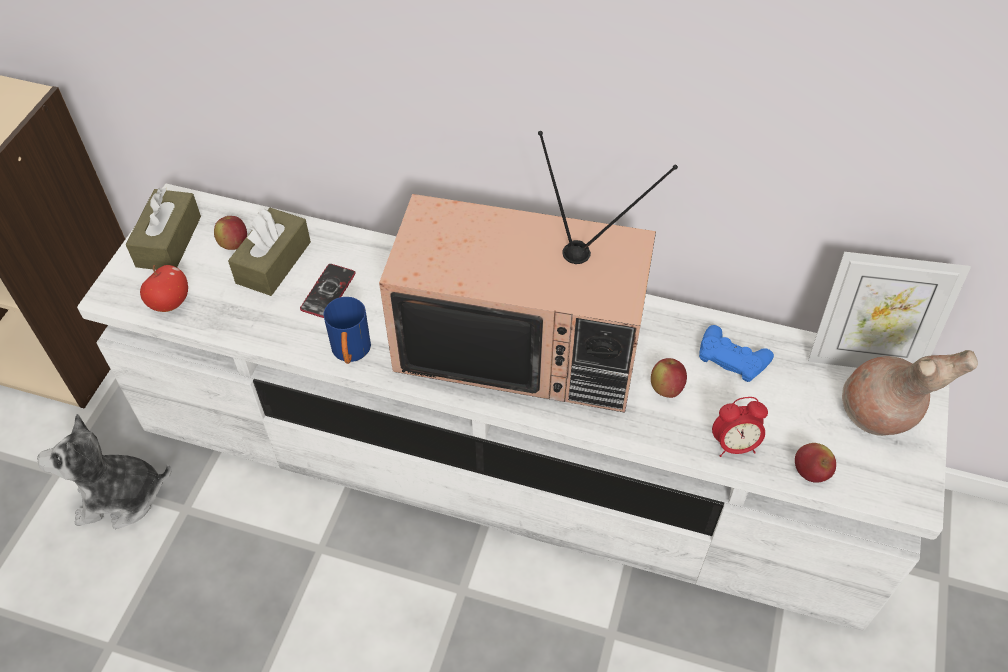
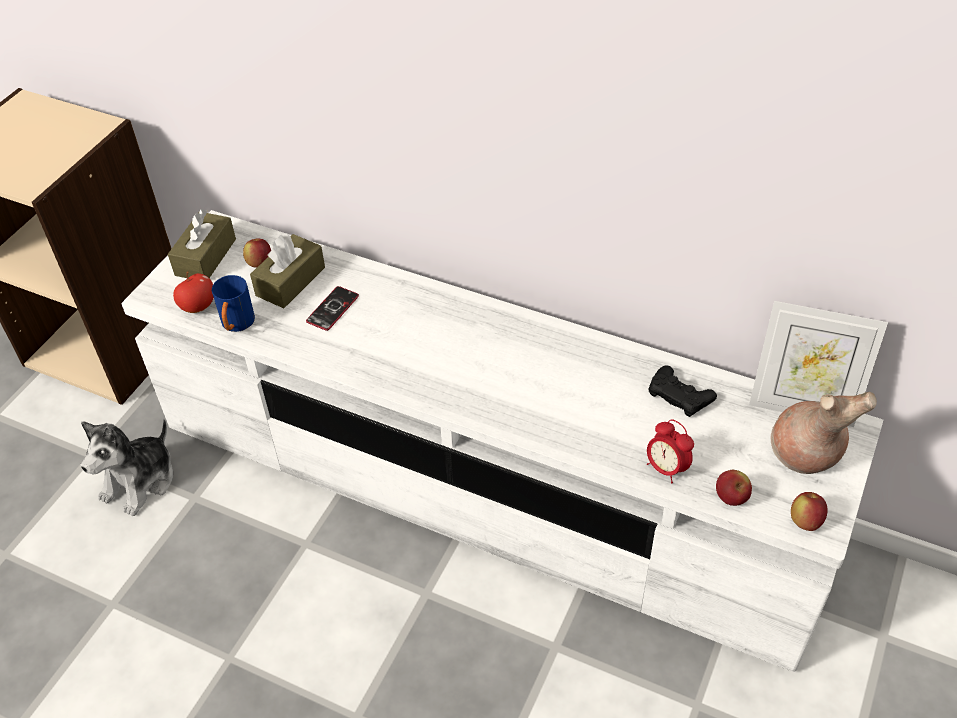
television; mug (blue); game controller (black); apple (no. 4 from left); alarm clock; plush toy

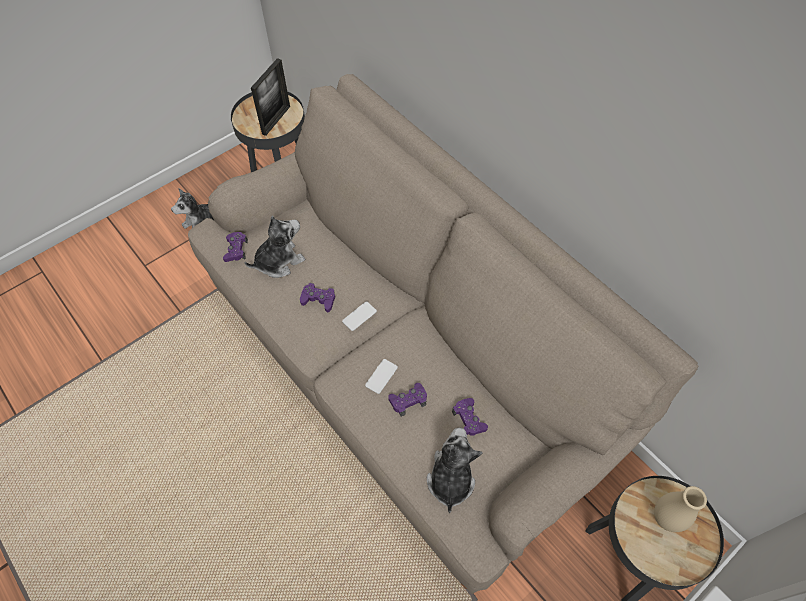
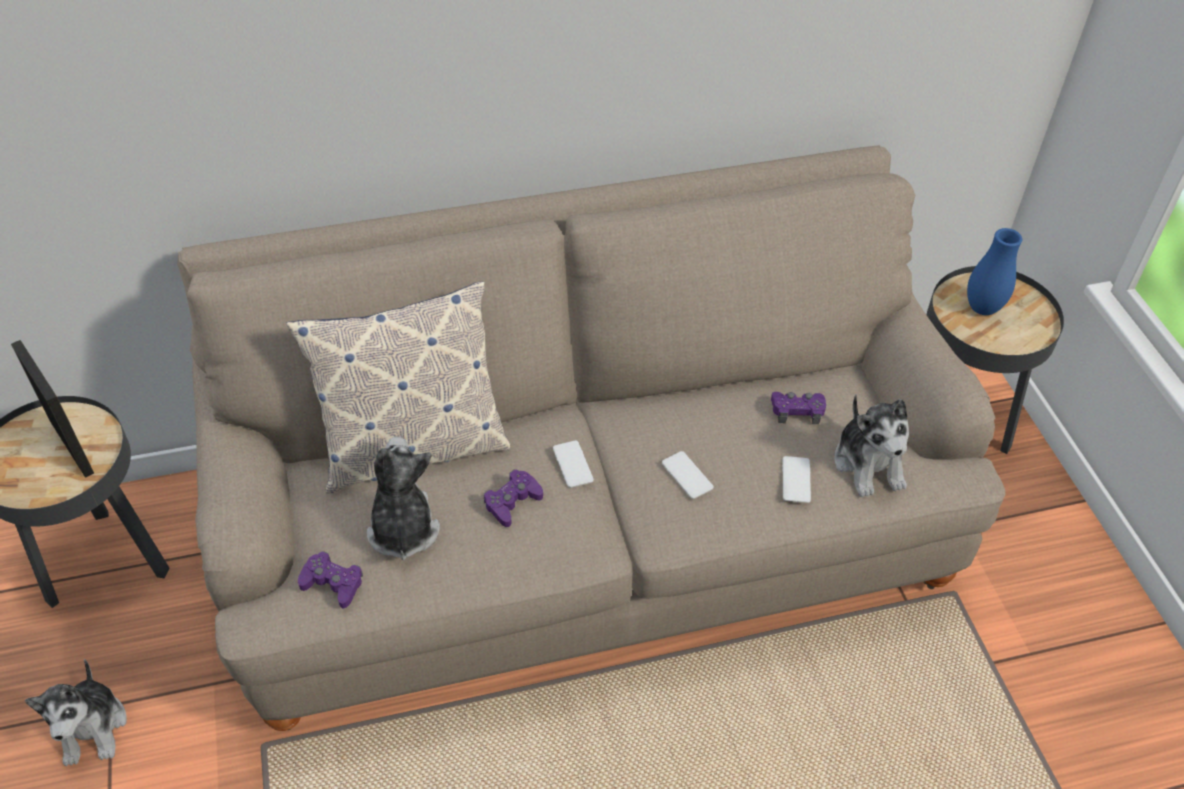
game controller (purple) (no. 3 from left in the first image); plush toy (no. 3 from left); vase (blue); pillow; phone (no. 3 from left)

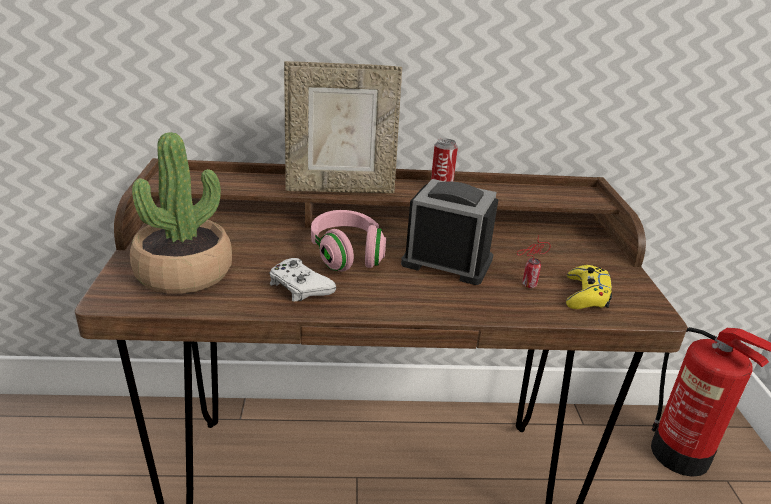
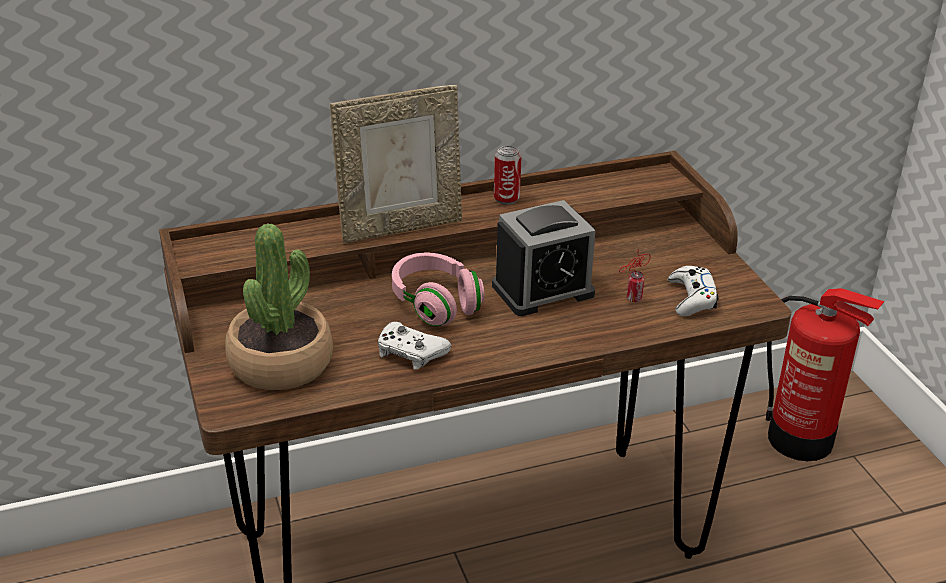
alarm clock; game controller (white) (no. 2 from left)

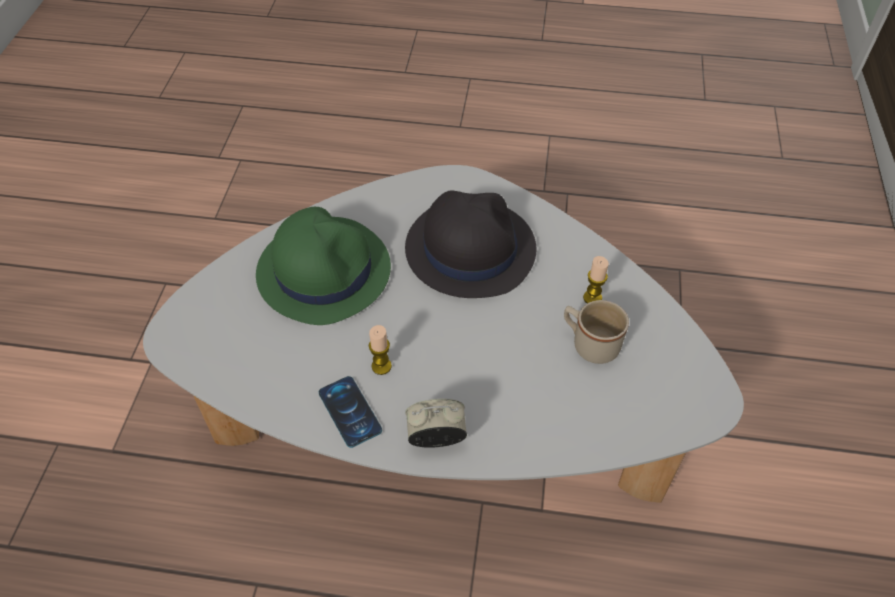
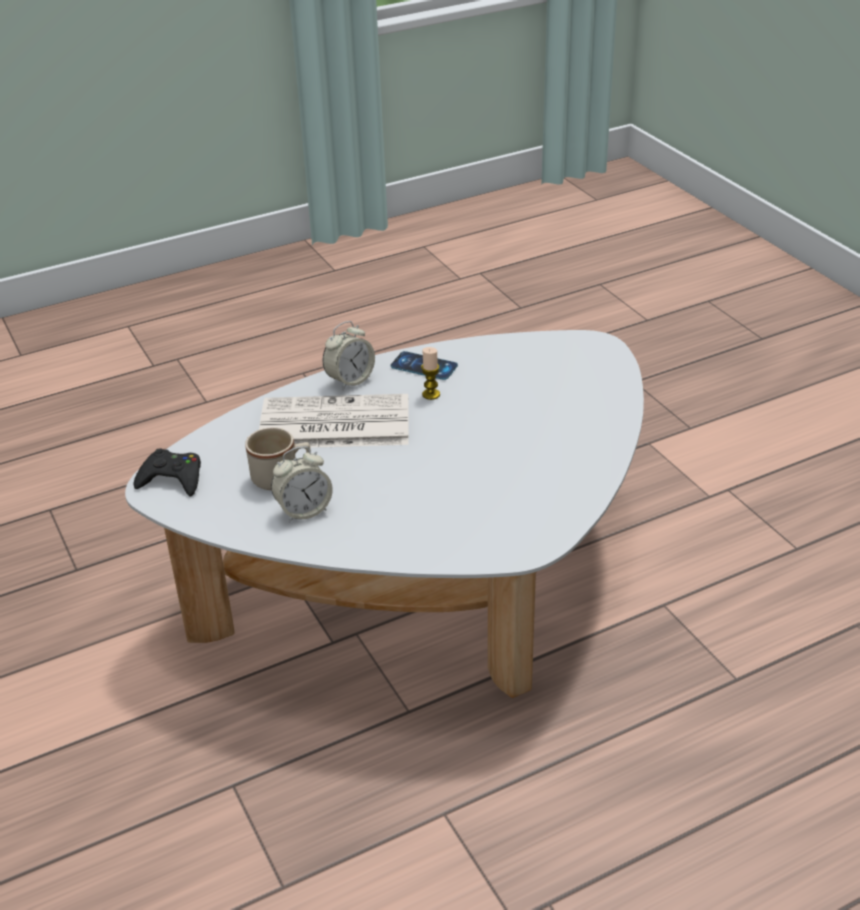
hat (black); hat (green); alarm clock (no. 1 from left); newspaper; game controller (black)

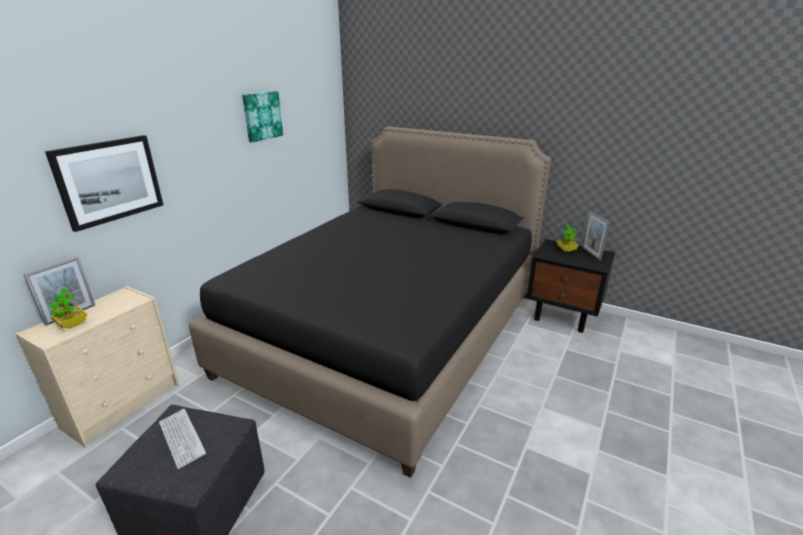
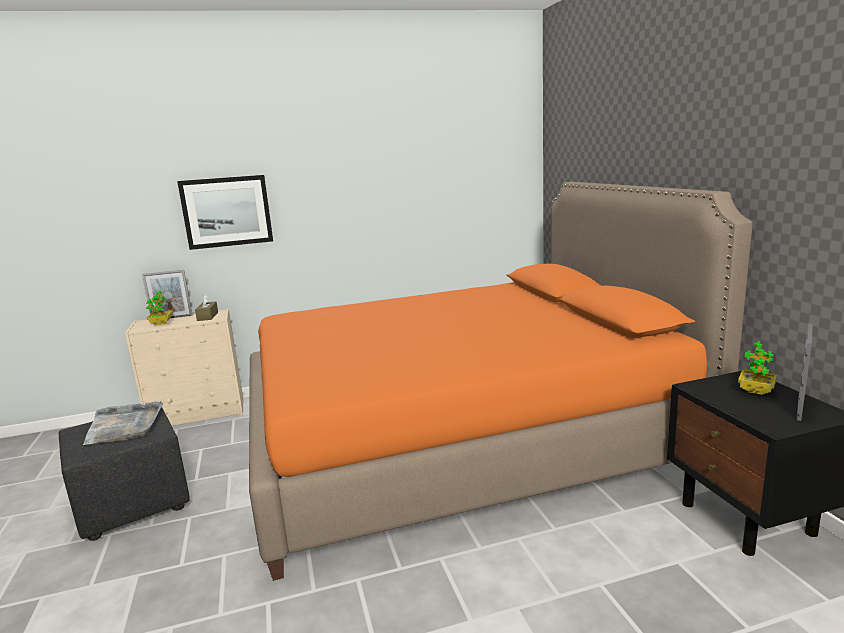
picture (no. 2 from left in the first image); bed (orange); tray (grey); tissue box (brown)

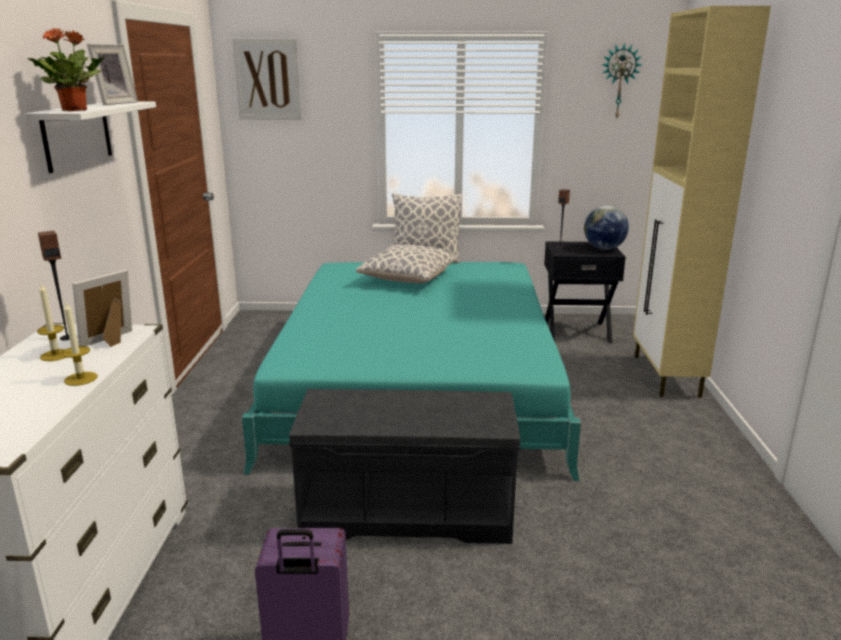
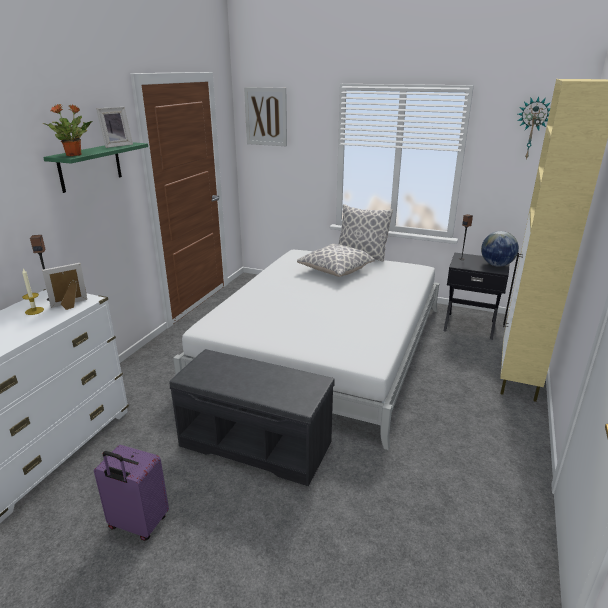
shelf (green); bed (white); candle (no. 2 from left in the first image)

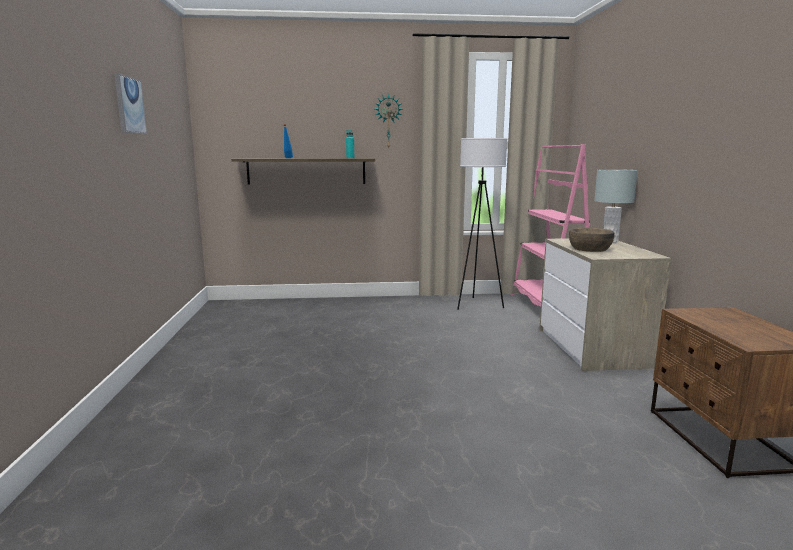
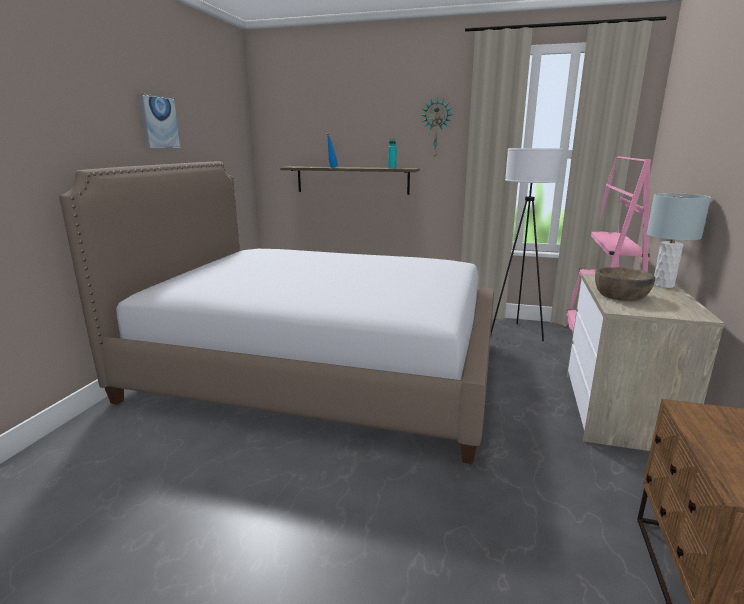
bed

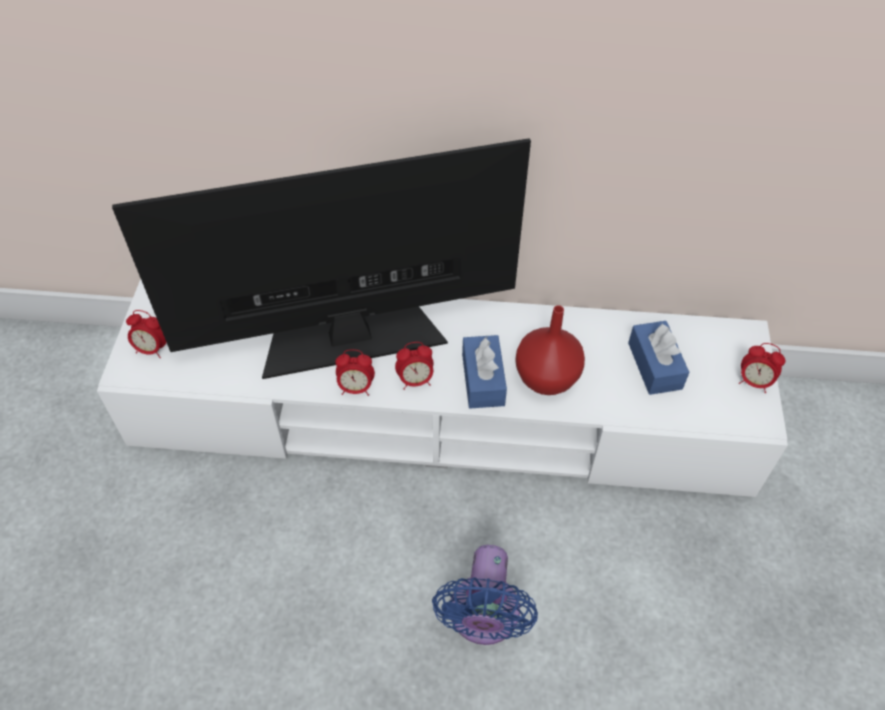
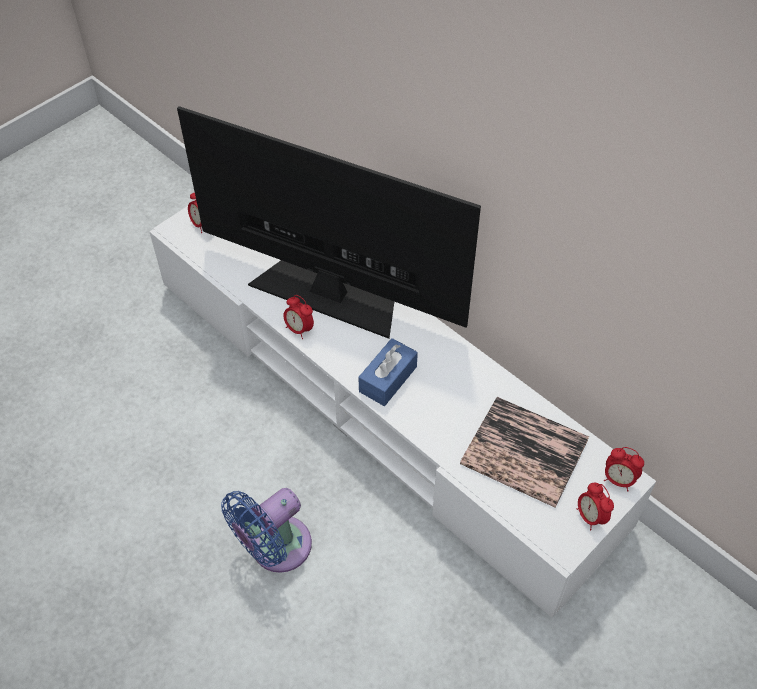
vase (red); book; alarm clock (no. 4 from left)

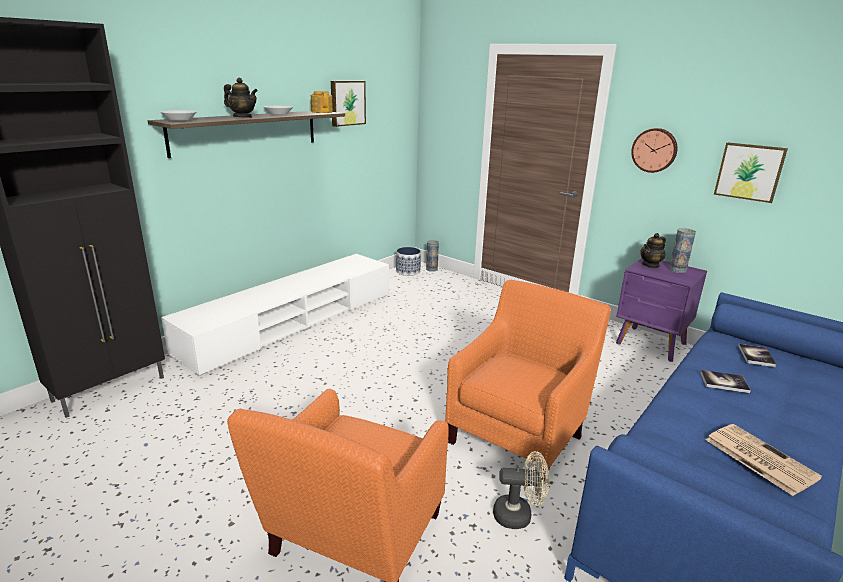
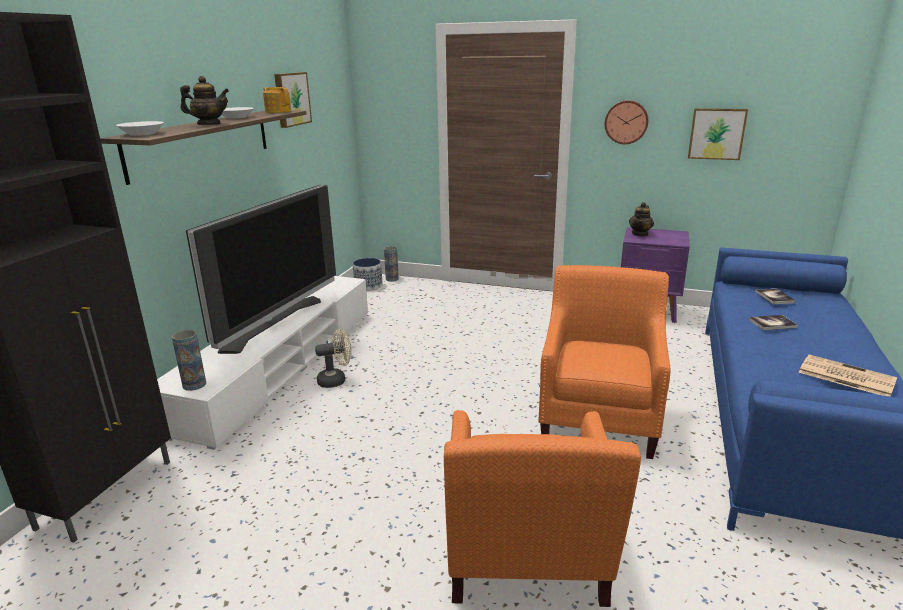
vase (no. 1 from left); fan (beige); television

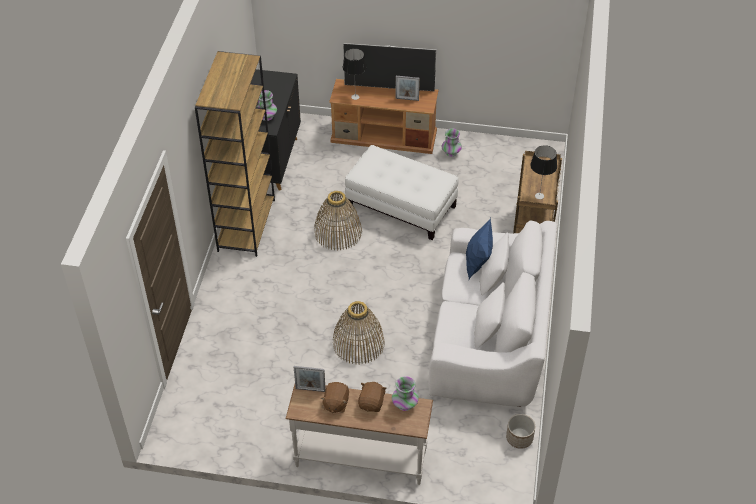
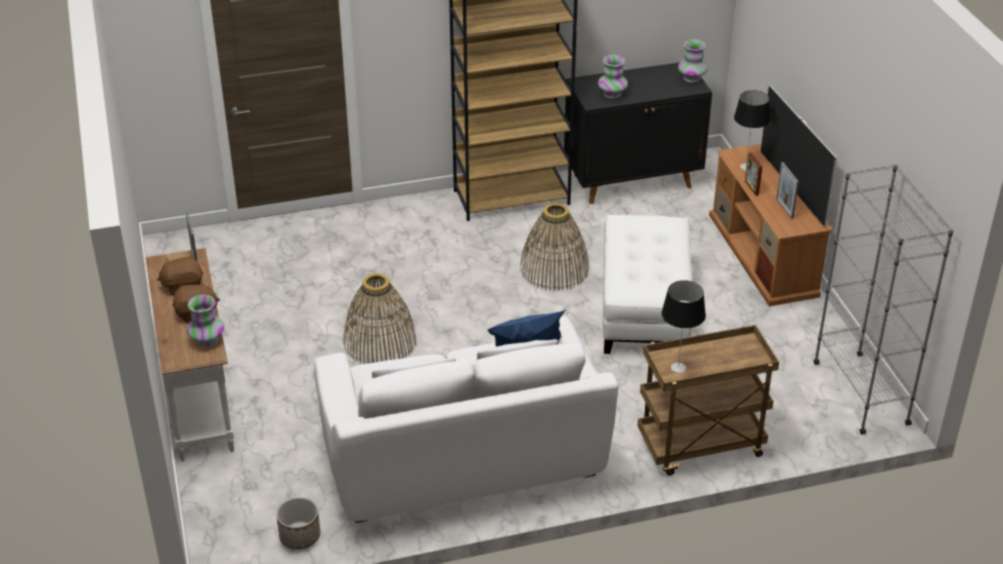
vase (no. 3 from left); picture frame (no. 2 from left); bookcase (grey)

